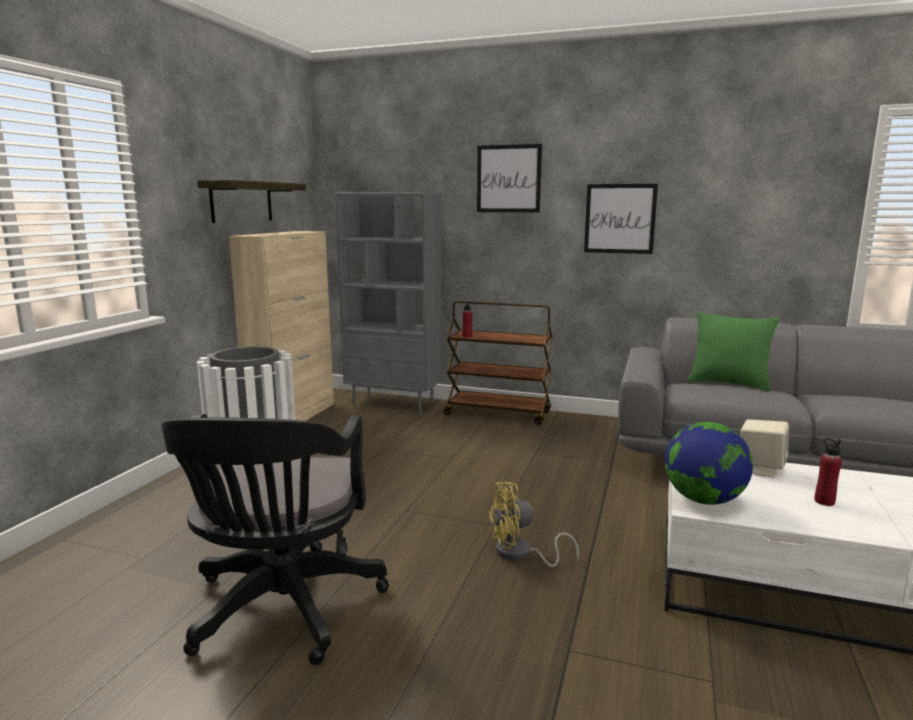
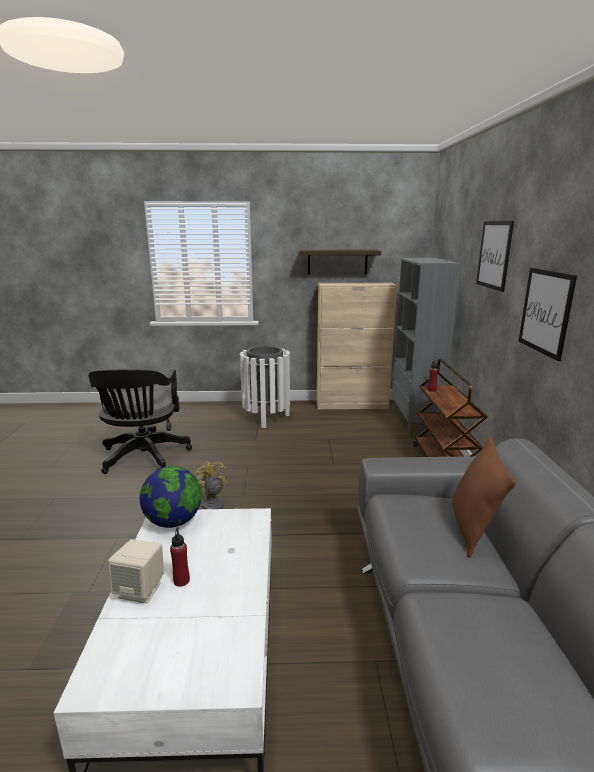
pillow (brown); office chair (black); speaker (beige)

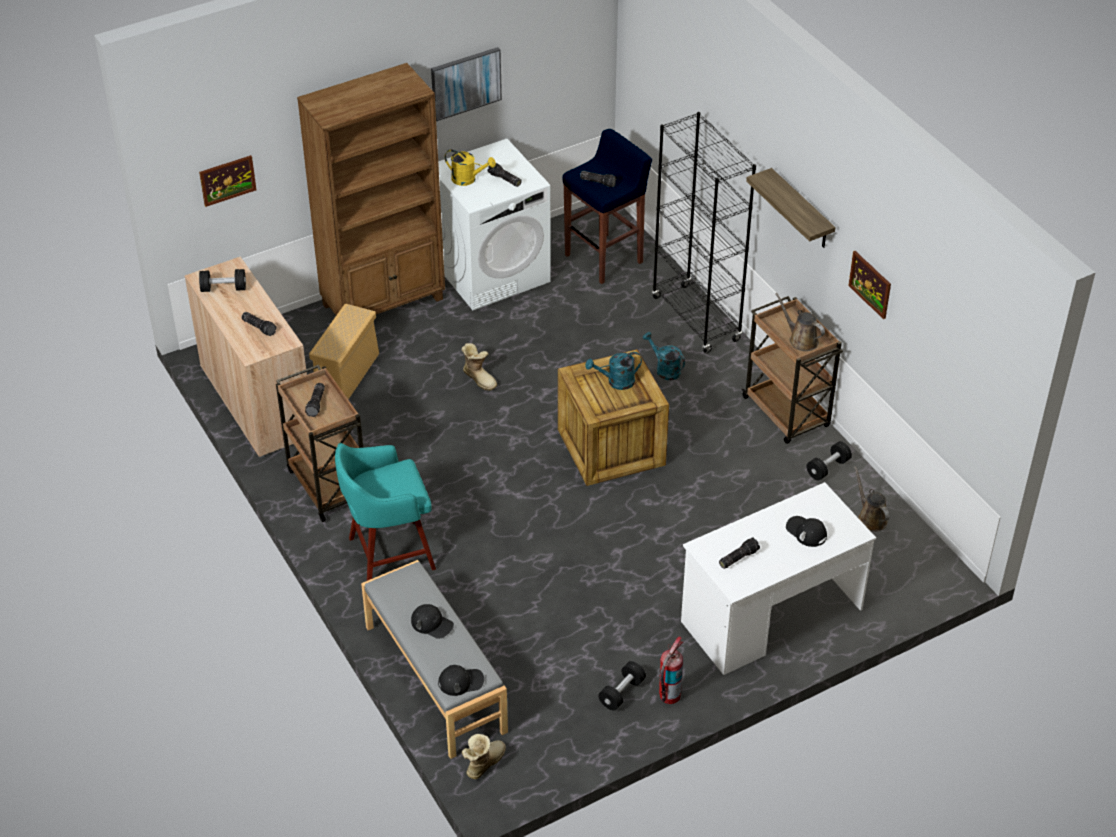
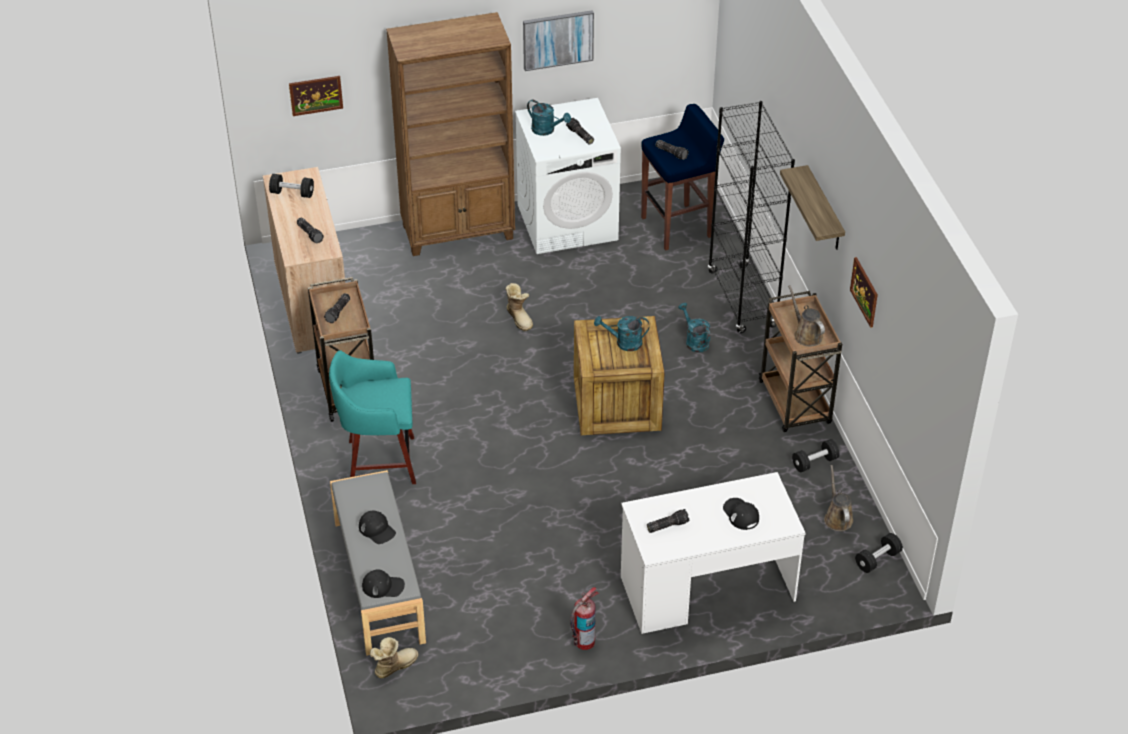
watering can (turquoise) (no. 1 from left); storage box (beige); dumbbell (black) (no. 3 from left)

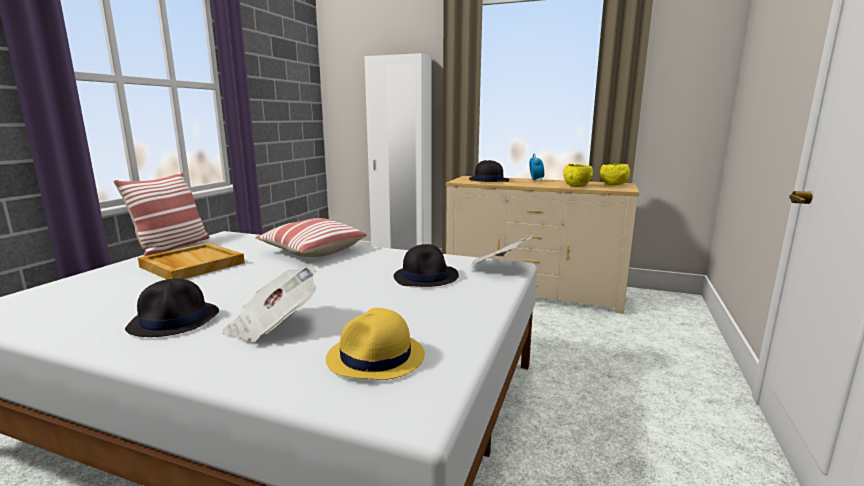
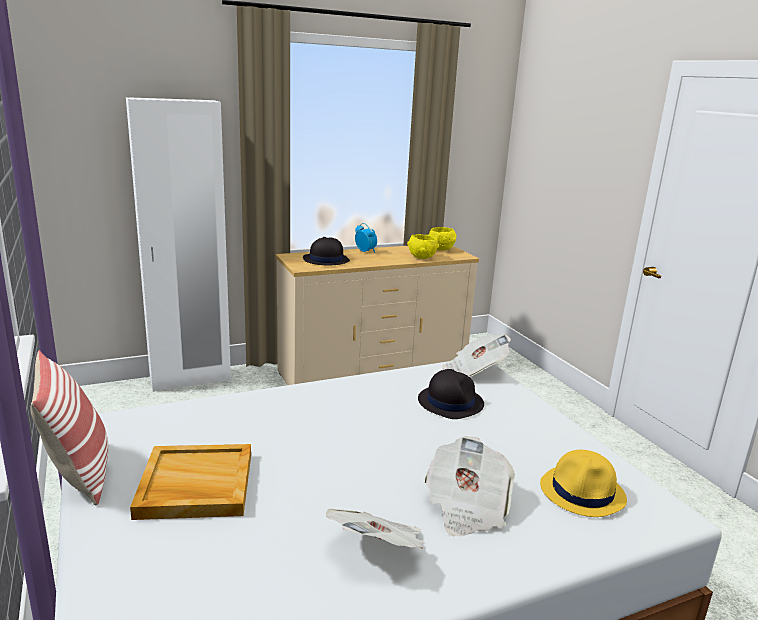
pillow (no. 2 from left in the first image); newspaper (no. 1 from left)

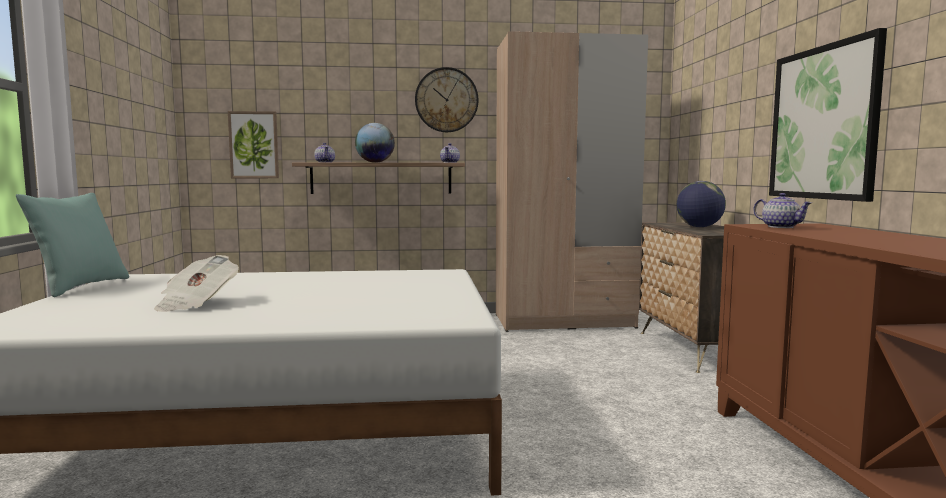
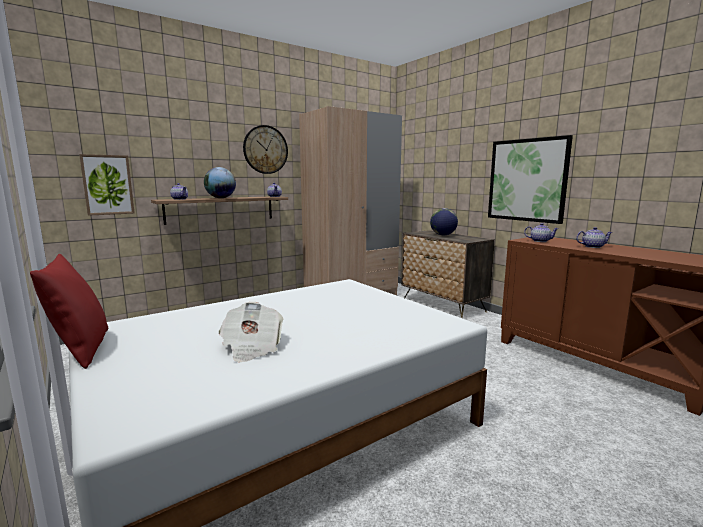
pillow (red); teapot (no. 4 from left)

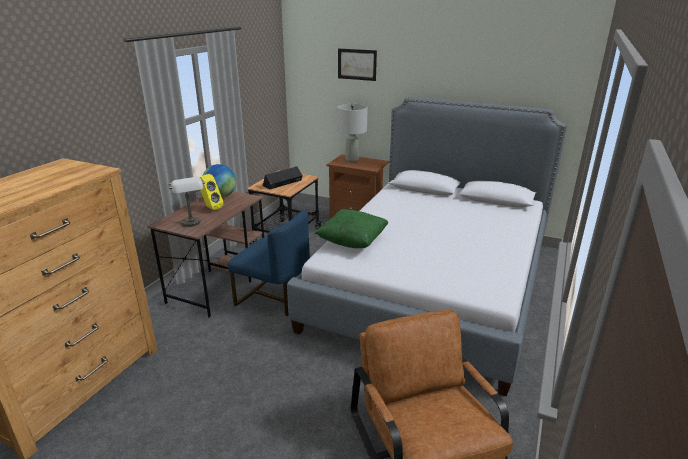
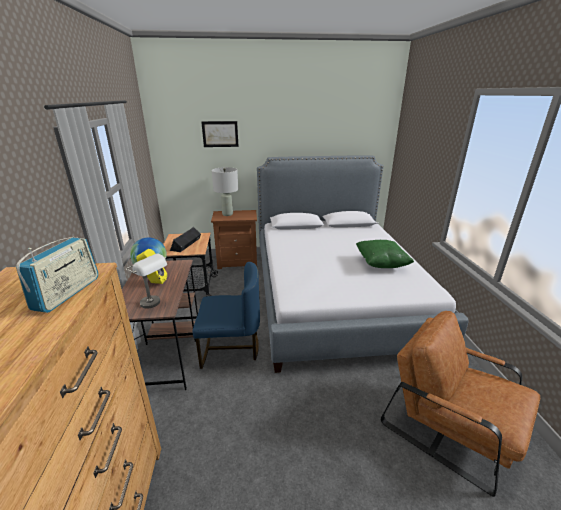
pillow (green); radio

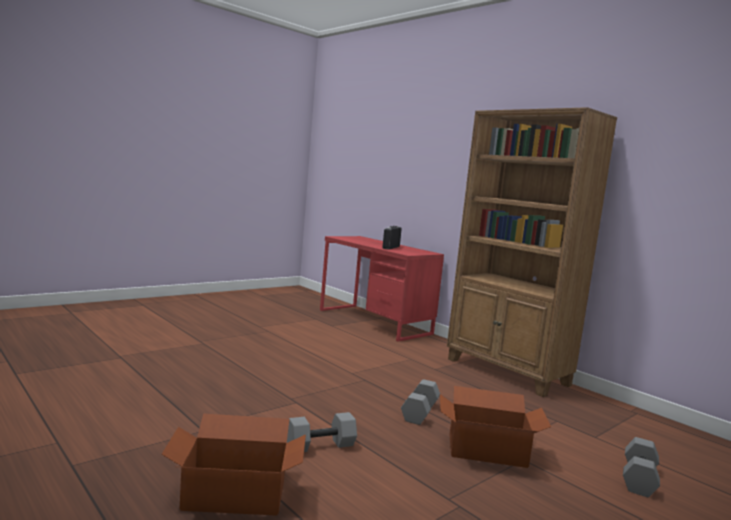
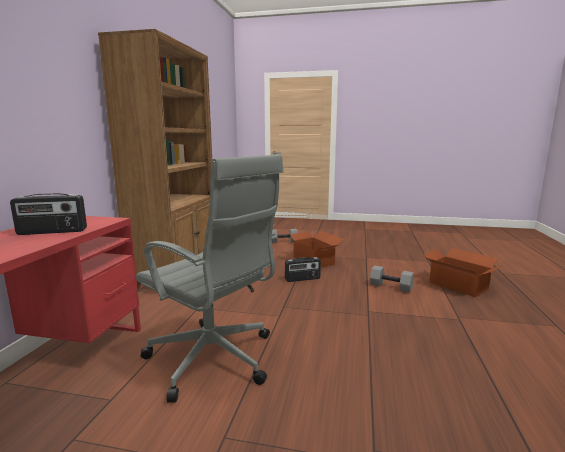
radio (no. 2 from left); office chair (grey)

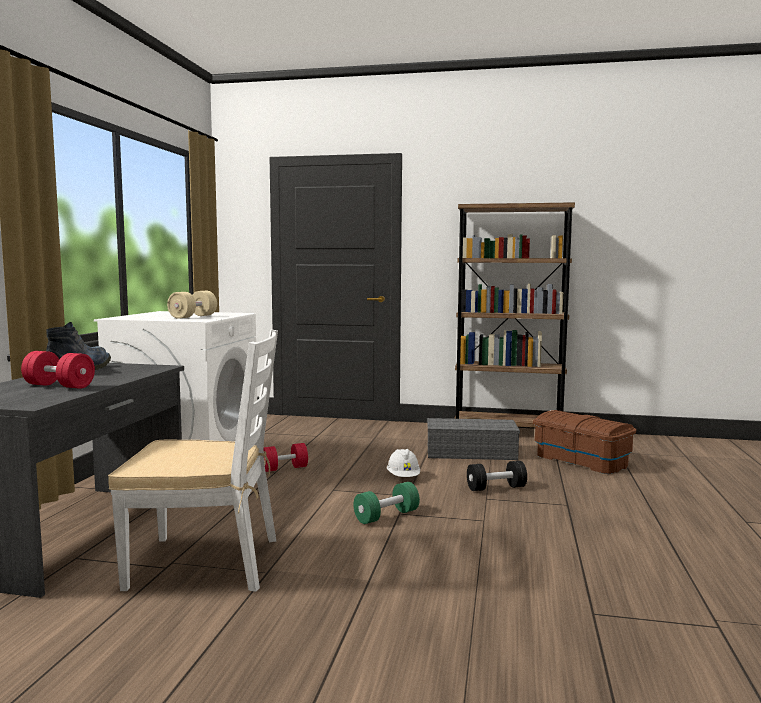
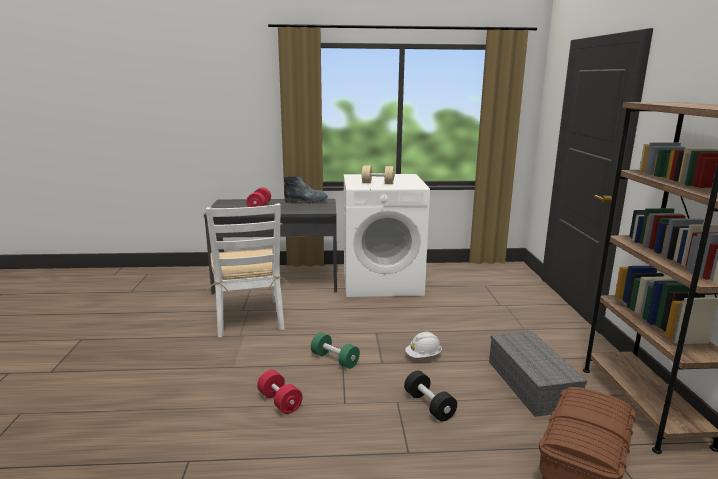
dumbbell (red) (no. 2 from left)

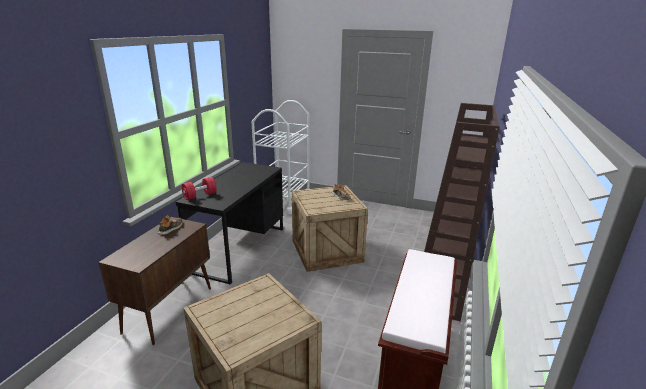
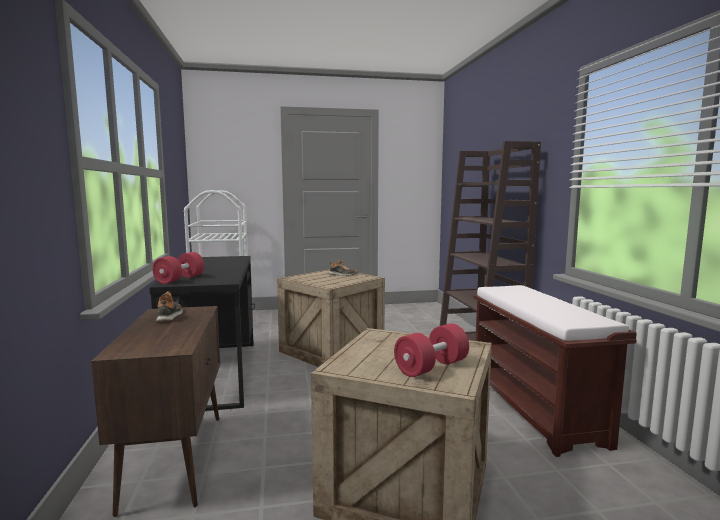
dumbbell (red) (no. 2 from left)

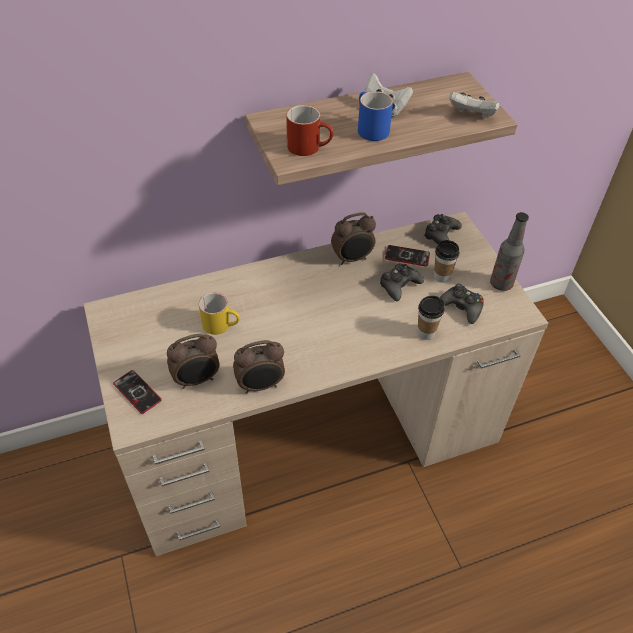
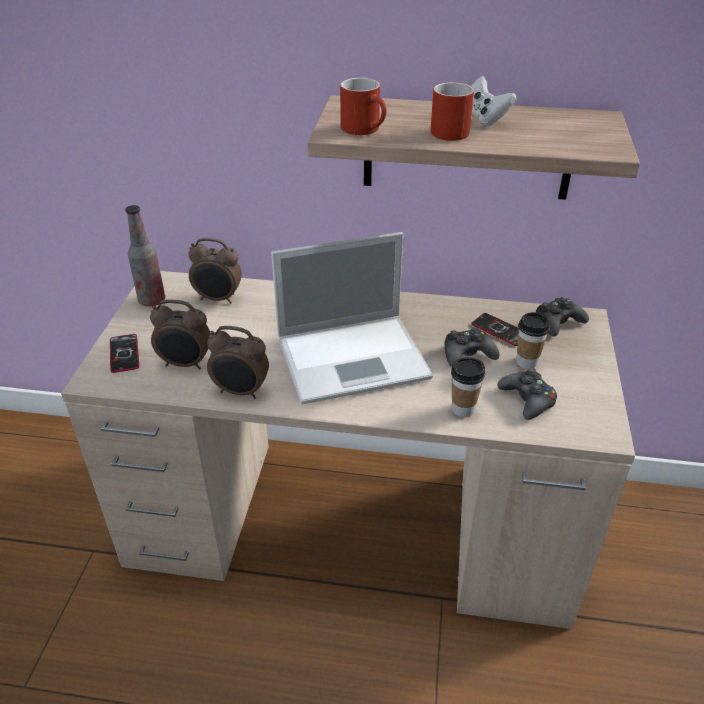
mug (red) (no. 2 from left); game controller (white) (no. 2 from left in the first image); bottle; alarm clock (no. 2 from left); mug (yellow); laptop

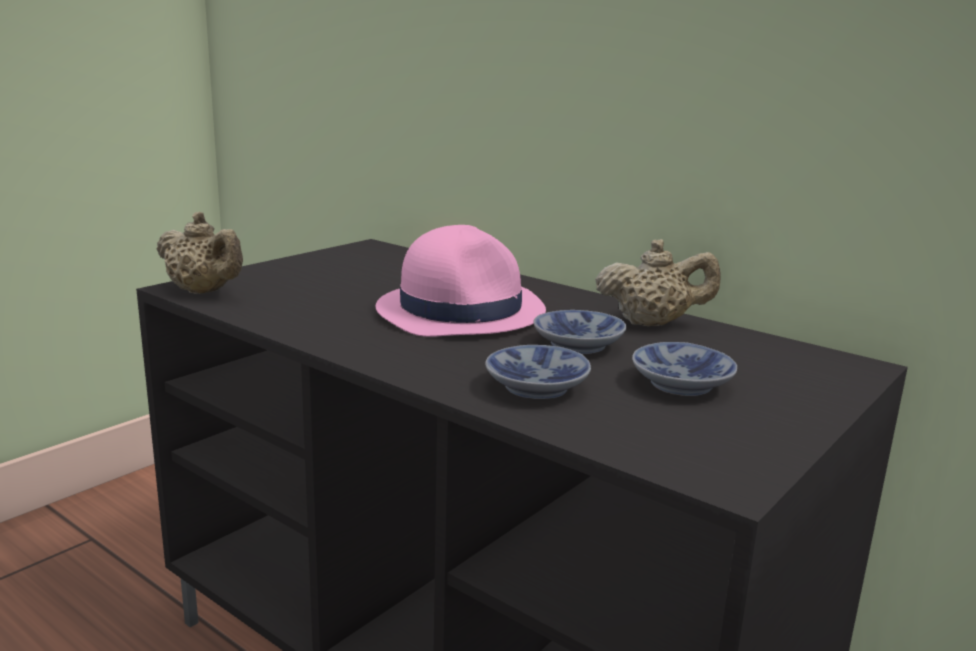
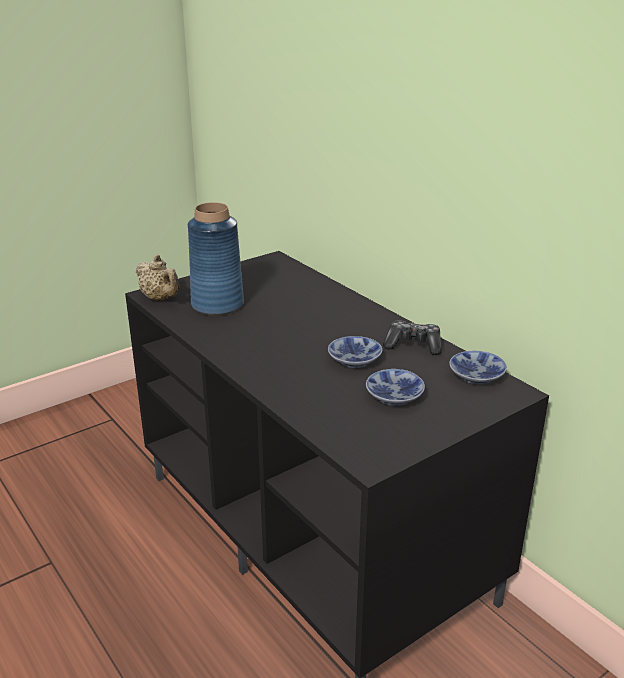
hat (pink); game controller; bowl (no. 3 from left); vase (blue)

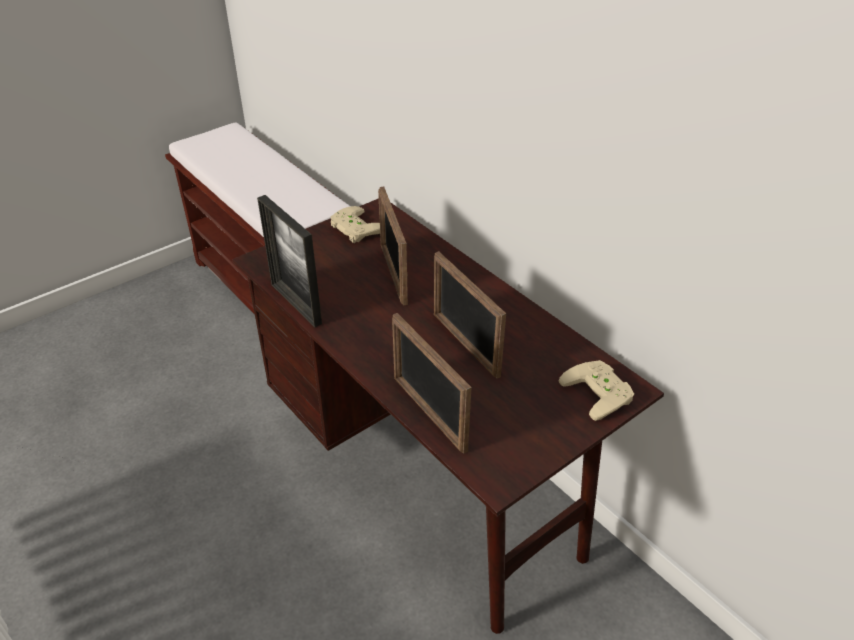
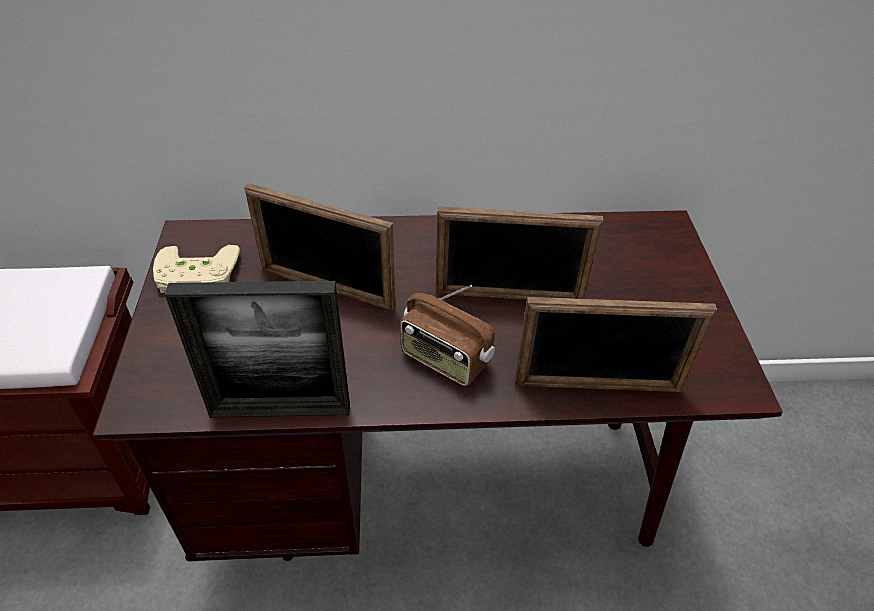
game controller (beige) (no. 2 from left in the first image); radio

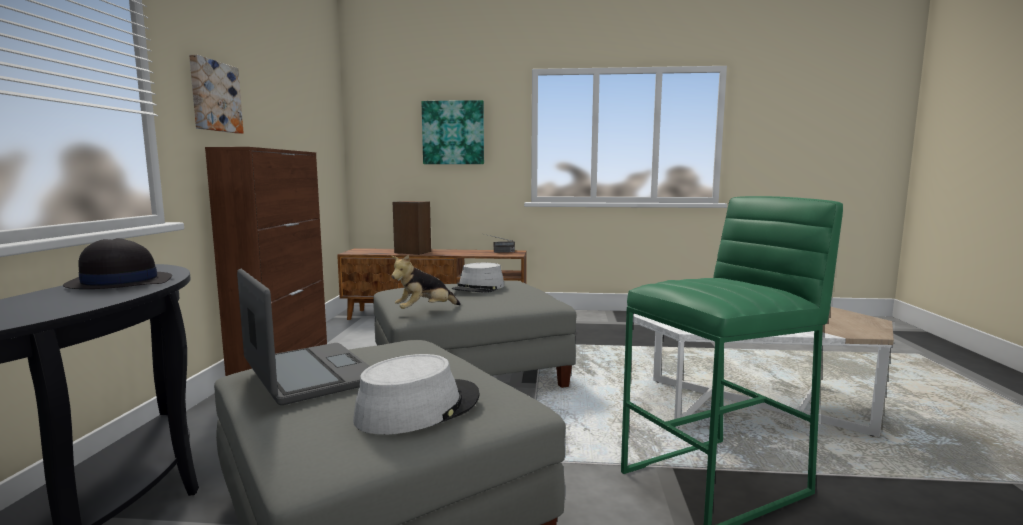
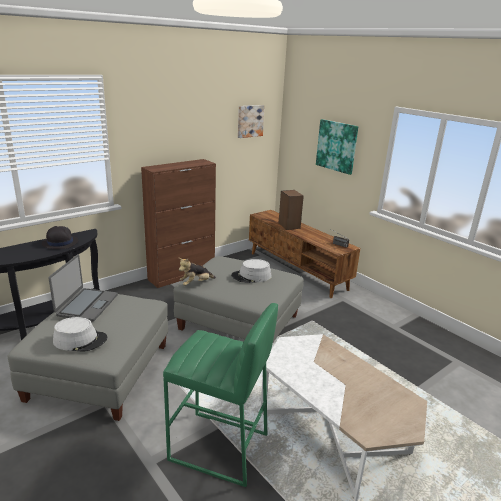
picture (no. 1 from left); plush toy

